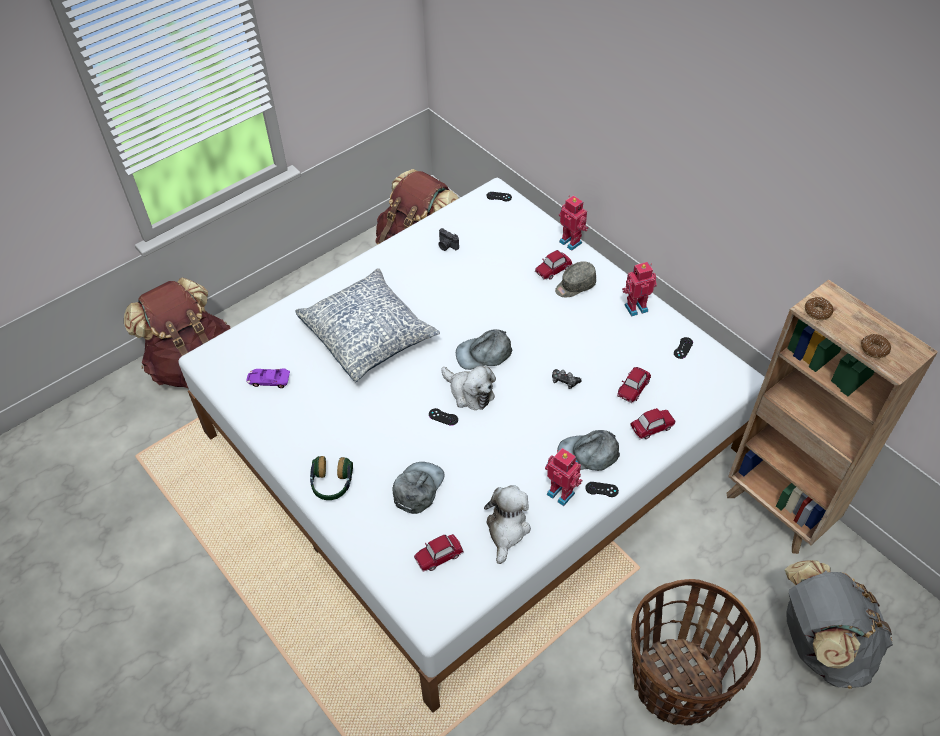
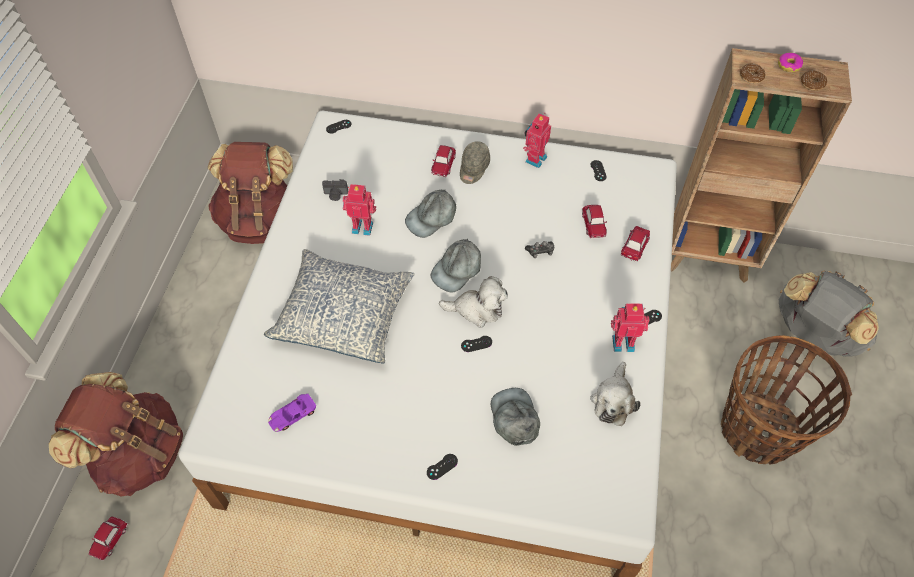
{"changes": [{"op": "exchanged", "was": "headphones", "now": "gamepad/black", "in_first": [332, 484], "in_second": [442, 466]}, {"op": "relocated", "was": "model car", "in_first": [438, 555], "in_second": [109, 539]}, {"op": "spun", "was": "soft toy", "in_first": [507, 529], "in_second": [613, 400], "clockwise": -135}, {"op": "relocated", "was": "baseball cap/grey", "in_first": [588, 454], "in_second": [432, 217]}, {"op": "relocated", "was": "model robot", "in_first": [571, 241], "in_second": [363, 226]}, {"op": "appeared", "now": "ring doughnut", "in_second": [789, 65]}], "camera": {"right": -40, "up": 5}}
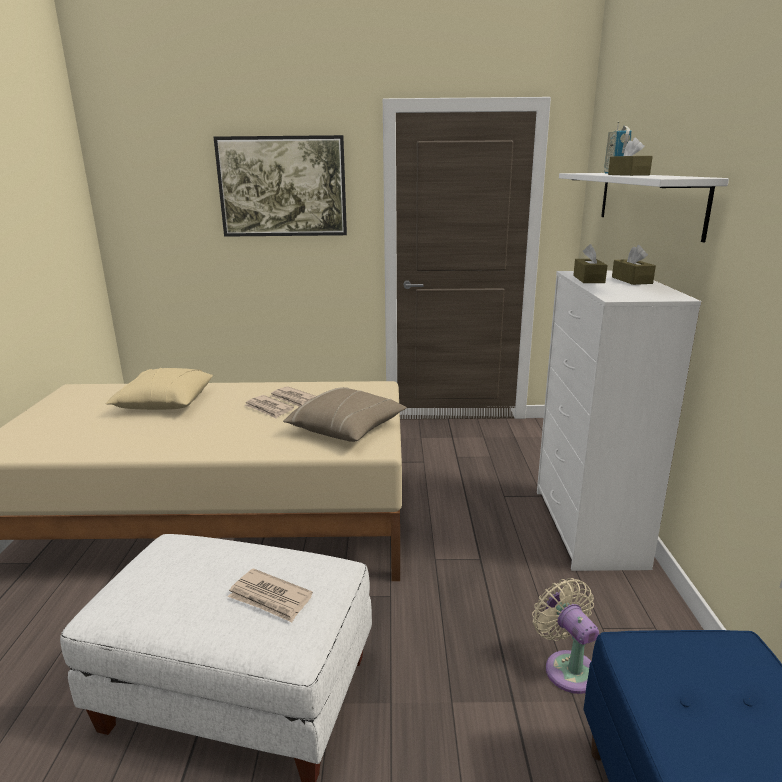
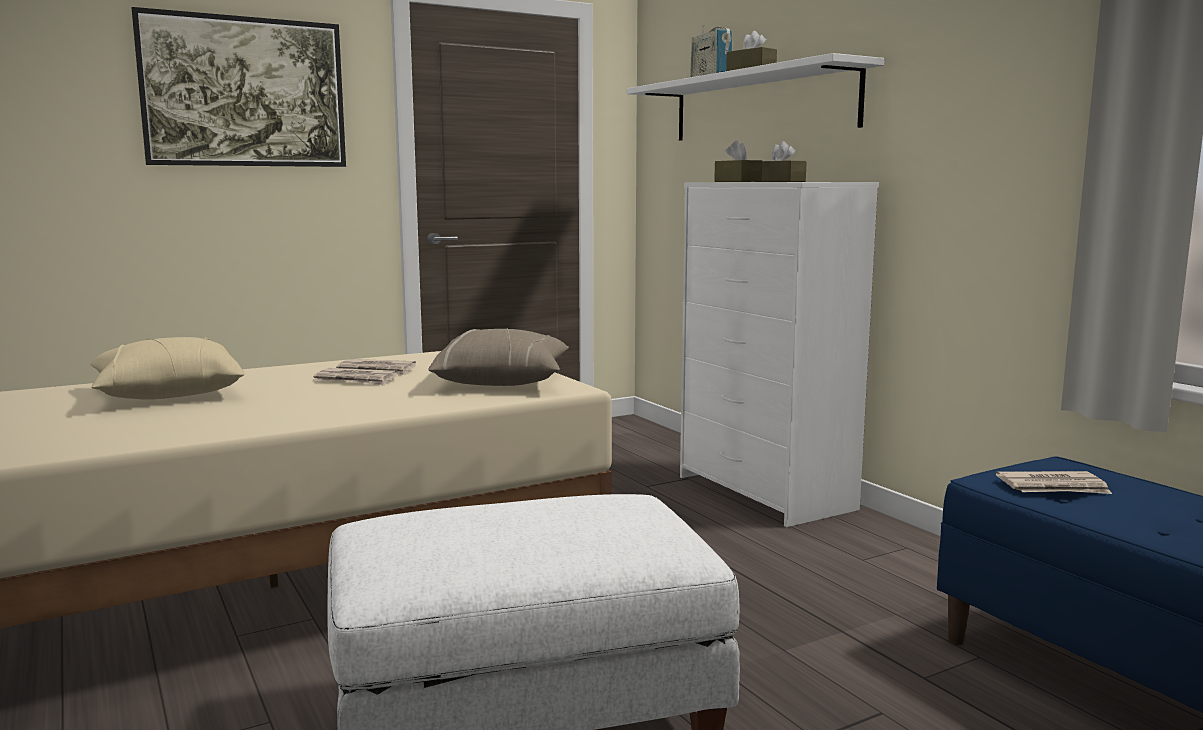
{"changes": [{"op": "relocated", "was": "daily paper", "in_first": [270, 598], "in_second": [1053, 487]}, {"op": "missing", "was": "cooling fan/beige-coloured", "in_first": [567, 667]}], "camera": {"right": -30, "up": -10}}
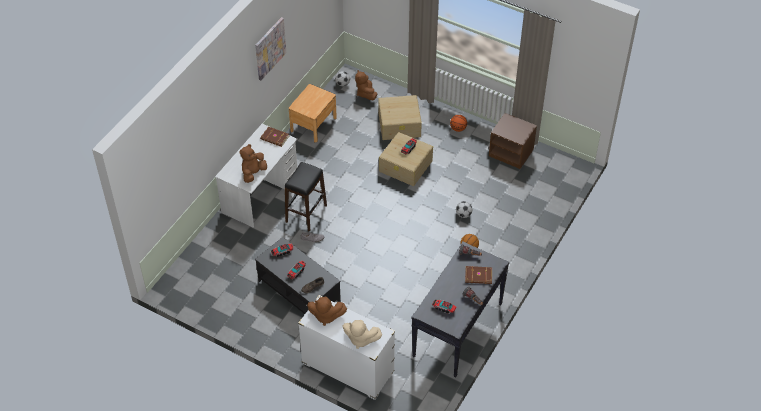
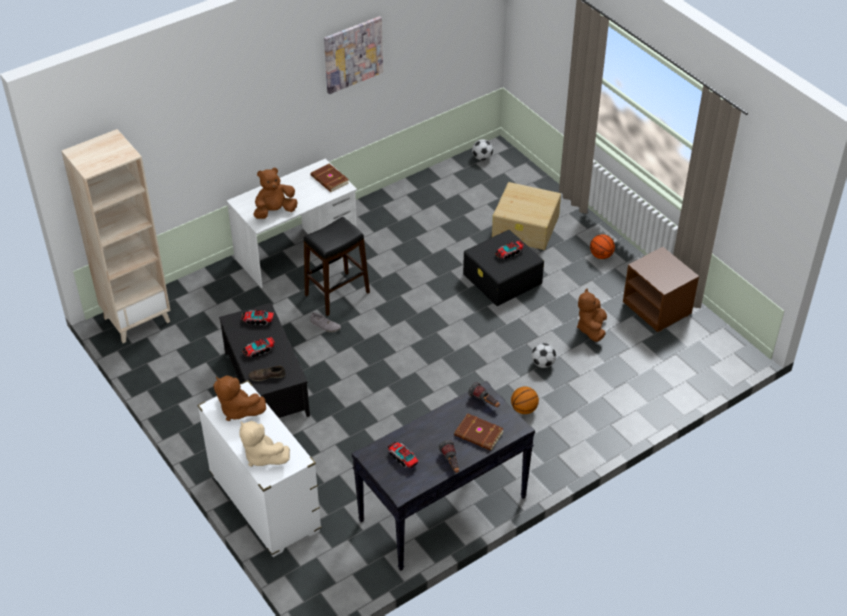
{"changes": [{"op": "missing", "was": "nightstand/brownish", "in_first": [313, 124]}, {"op": "relocated", "was": "soft toy/brownish", "in_first": [365, 93], "in_second": [591, 329]}, {"op": "colour", "was": "storage box/beige-coloured", "now": "storage box/black", "in_first": [406, 166], "in_second": [502, 278]}, {"op": "appeared", "now": "bookcase/beige-coloured", "in_second": [137, 319]}], "camera": {"right": 25, "up": -5}}
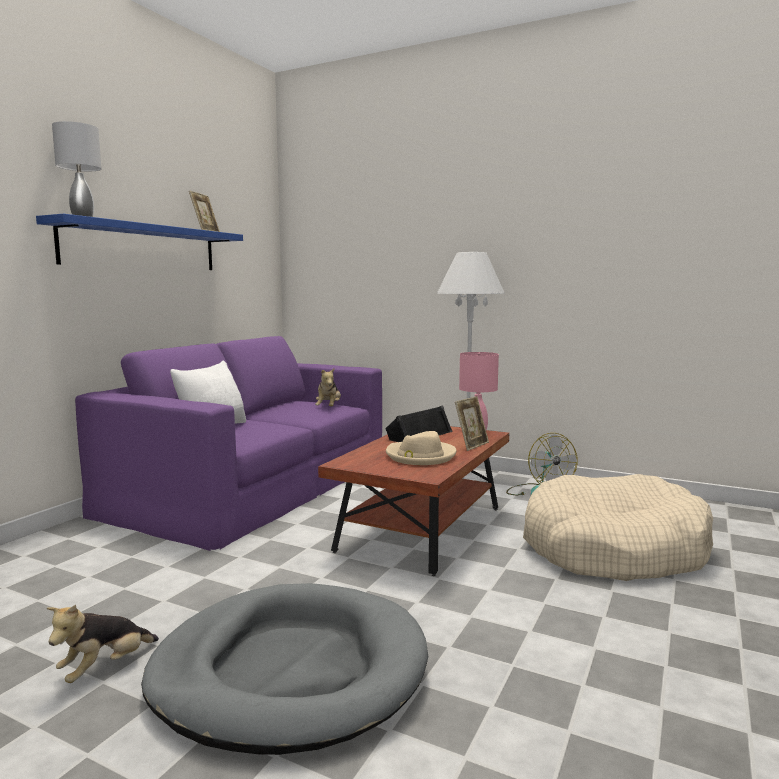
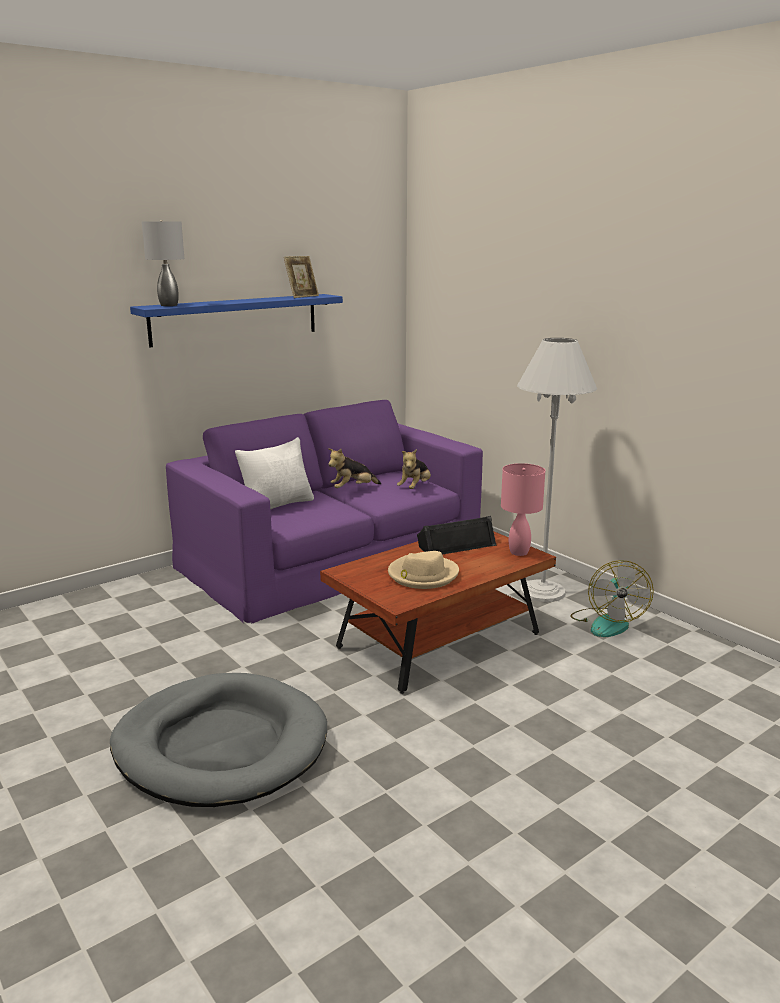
{"changes": [{"op": "relocated", "was": "soft toy", "in_first": [105, 668], "in_second": [353, 489]}, {"op": "missing", "was": "picture frame", "in_first": [471, 445]}, {"op": "missing", "was": "dog bed/beige-coloured", "in_first": [613, 549]}], "camera": {"right": 25, "up": 10}}
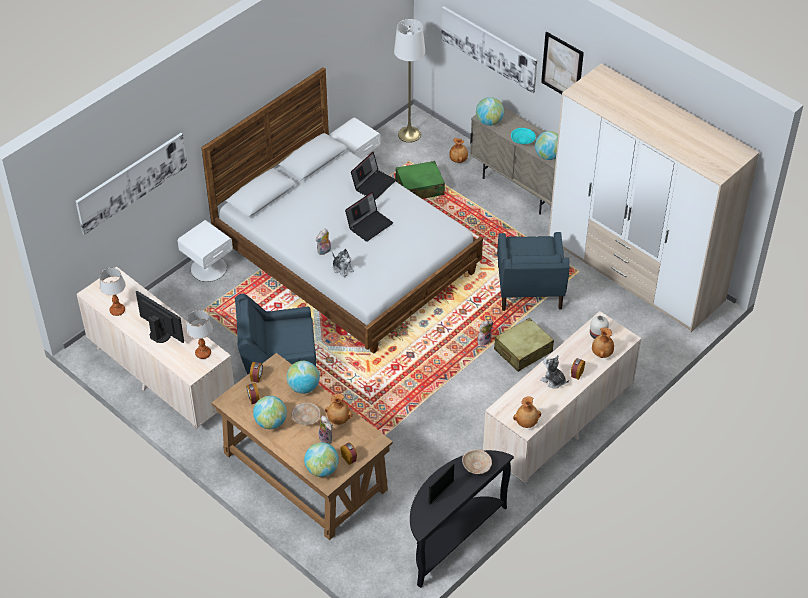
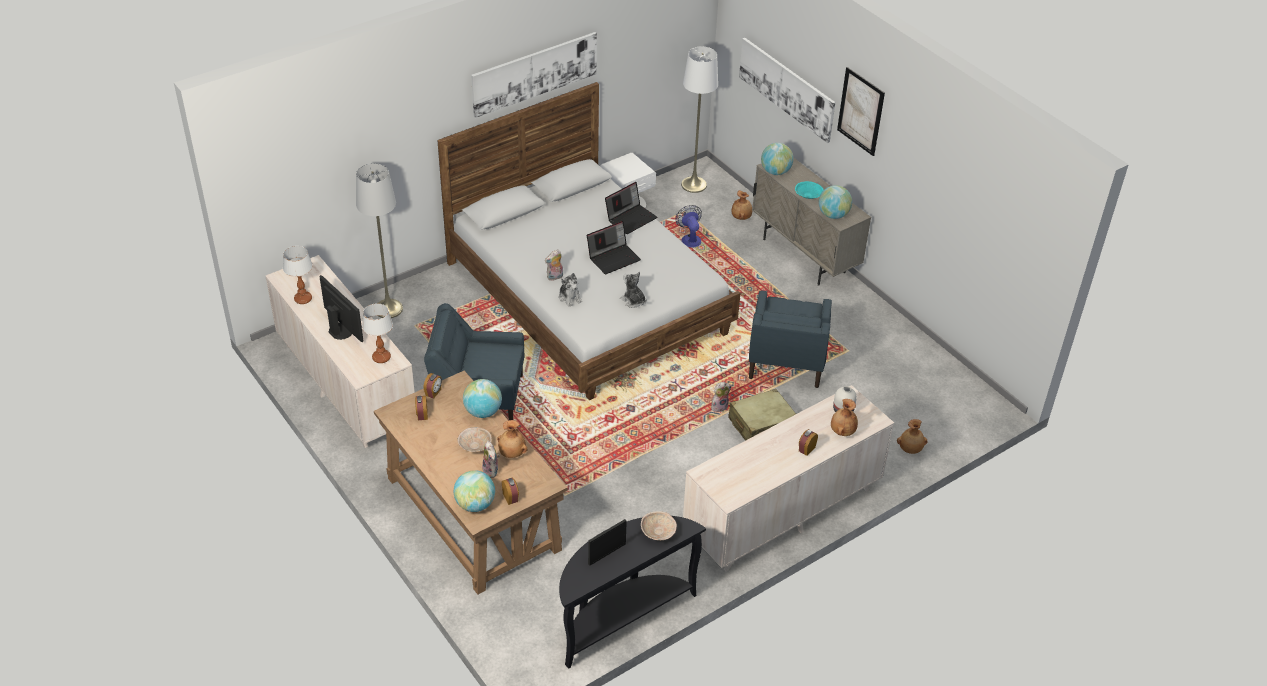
{"changes": [{"op": "relocated", "was": "picture", "in_first": [132, 182], "in_second": [534, 73]}, {"op": "missing", "was": "nightstand/whitish", "in_first": [208, 268]}, {"op": "missing", "was": "desk globe", "in_first": [270, 422]}, {"op": "exchanged", "was": "travel case/greenish", "now": "cooling fan", "in_first": [419, 187], "in_second": [690, 238]}, {"op": "relocated", "was": "vase/brownish", "in_first": [526, 422], "in_second": [910, 449]}, {"op": "relocated", "was": "soft toy", "in_first": [553, 381], "in_second": [633, 301]}, {"op": "missing", "was": "wardrobe", "in_first": [635, 271]}, {"op": "appeared", "now": "standard lamp/grey", "in_second": [388, 309]}], "camera": {"right": 10, "up": -5}}
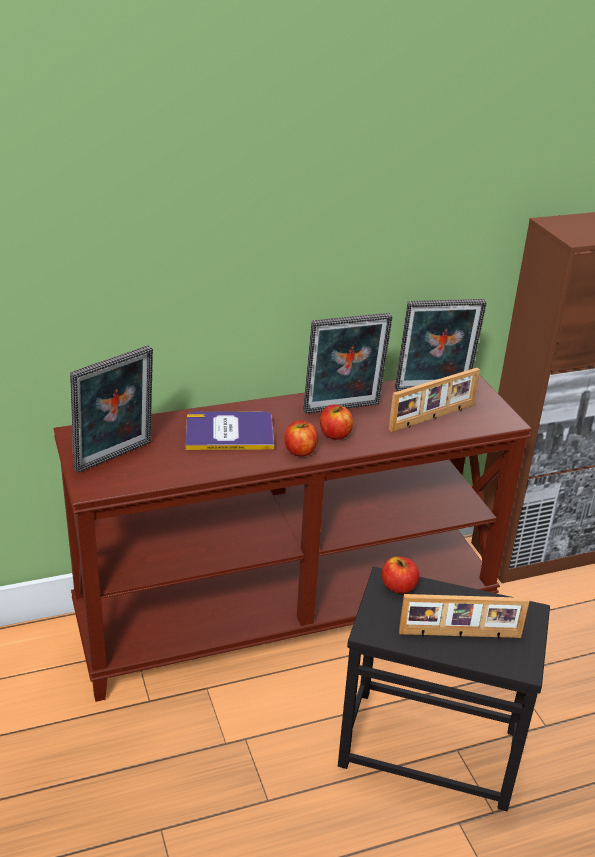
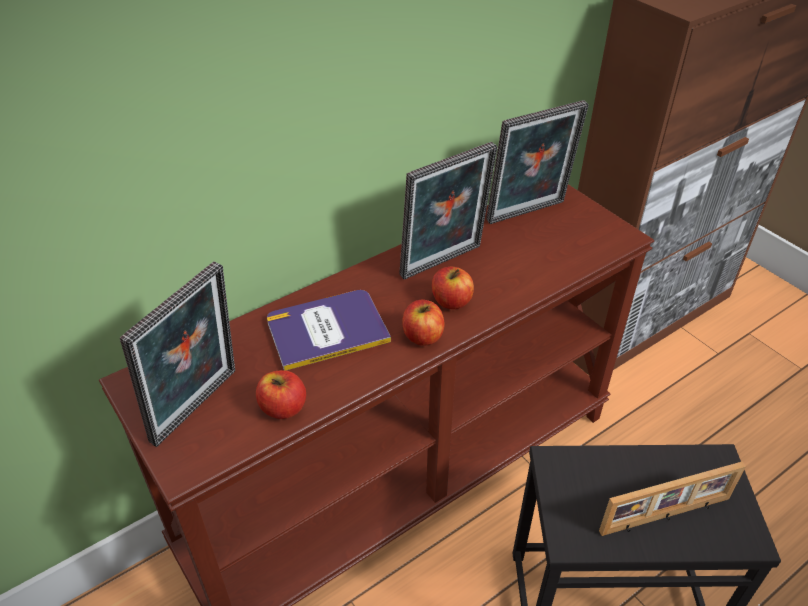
{"changes": [{"op": "relocated", "was": "apple fruit", "in_first": [398, 587], "in_second": [283, 408]}, {"op": "missing", "was": "picture frame", "in_first": [433, 418]}], "camera": {"right": -15, "up": 10}}
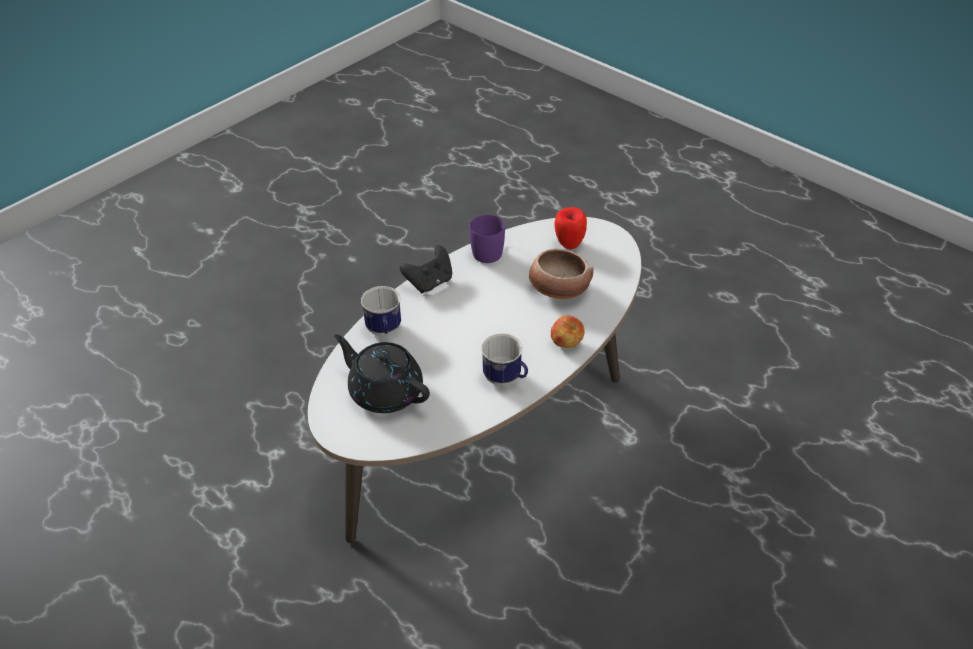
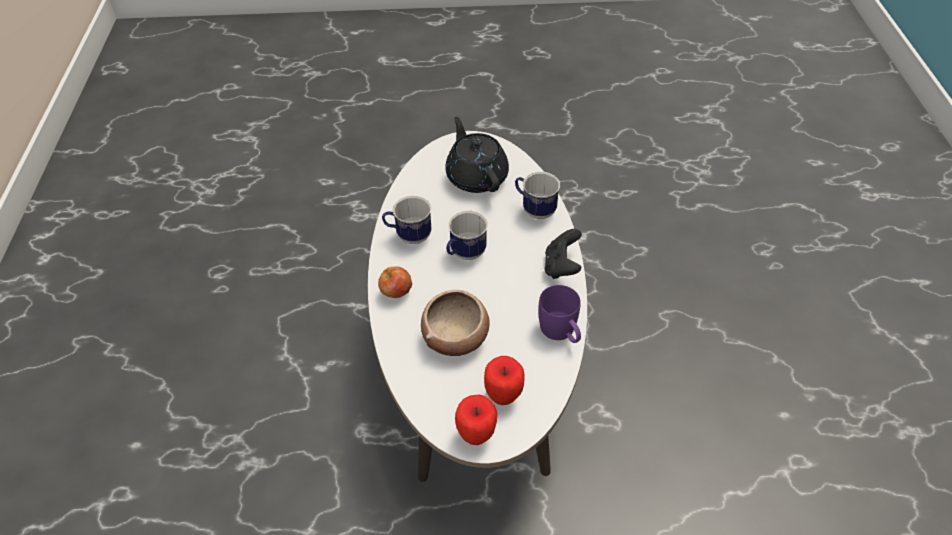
{"changes": [{"op": "spun", "was": "teapot/black", "in_first": [385, 392], "in_second": [476, 176], "clockwise": -105}, {"op": "appeared", "now": "coffee mug", "in_second": [464, 254]}, {"op": "appeared", "now": "apple fruit", "in_second": [476, 435]}], "camera": {"right": 135, "up": 5}}
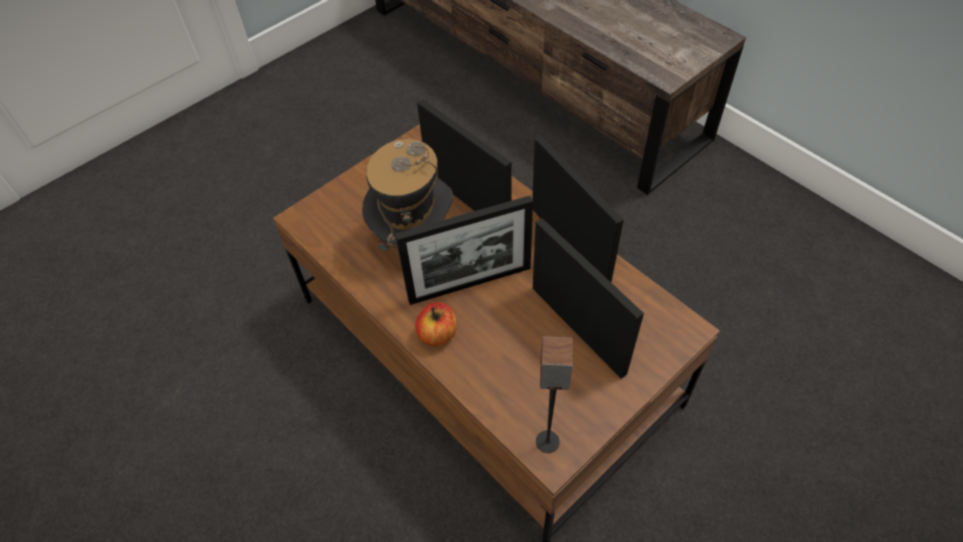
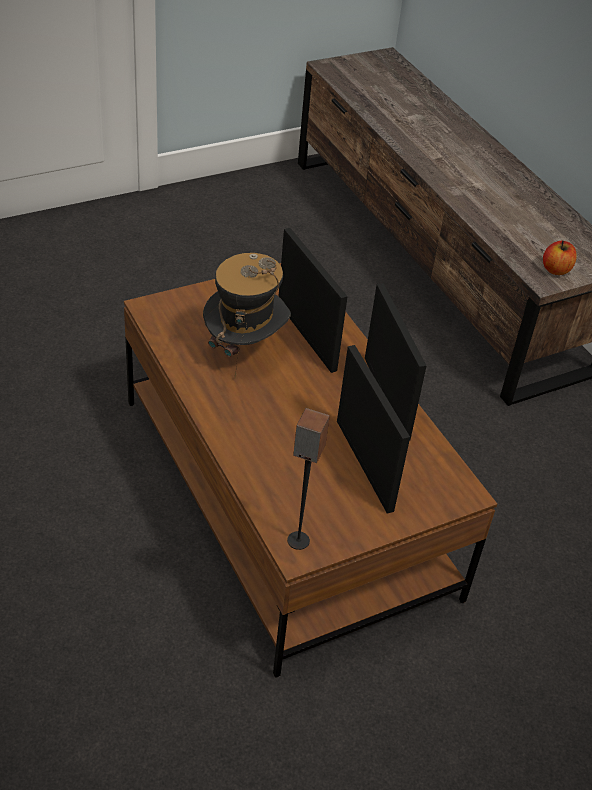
{"changes": [{"op": "missing", "was": "picture frame", "in_first": [469, 283]}, {"op": "relocated", "was": "apple fruit", "in_first": [438, 334], "in_second": [556, 269]}], "camera": {"right": 10, "up": -10}}
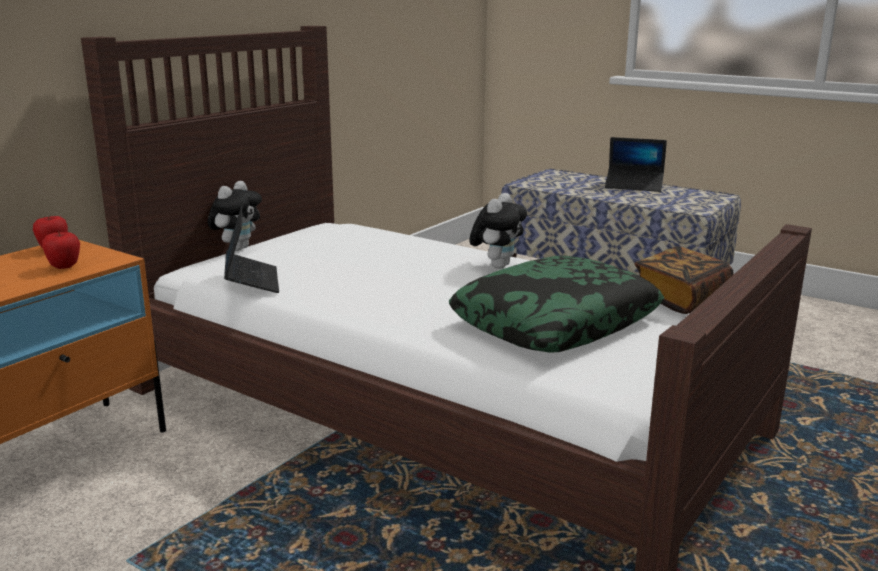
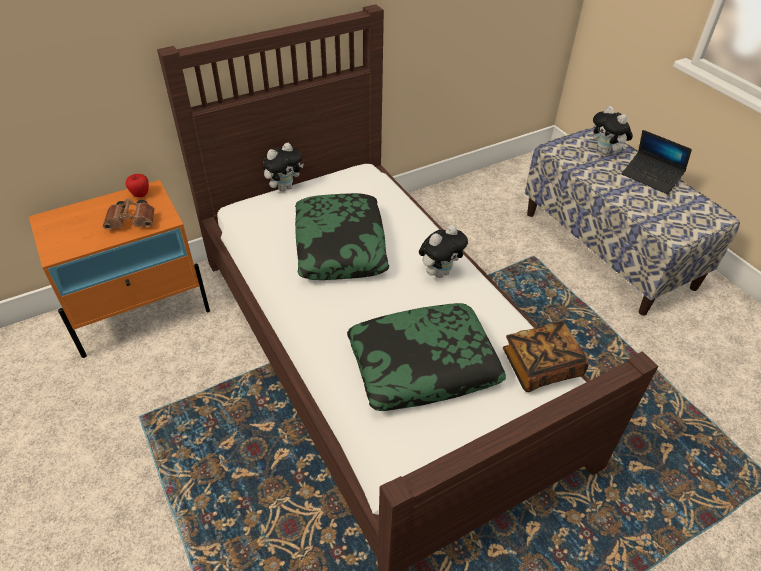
{"changes": [{"op": "exchanged", "was": "apple fruit", "now": "field glasses/brownish", "in_first": [64, 267], "in_second": [133, 222]}, {"op": "missing", "was": "notebook computer", "in_first": [252, 281]}, {"op": "appeared", "now": "pillow", "in_second": [340, 246]}, {"op": "appeared", "now": "soft toy", "in_second": [606, 152]}], "camera": {"right": 25, "up": 25}}
